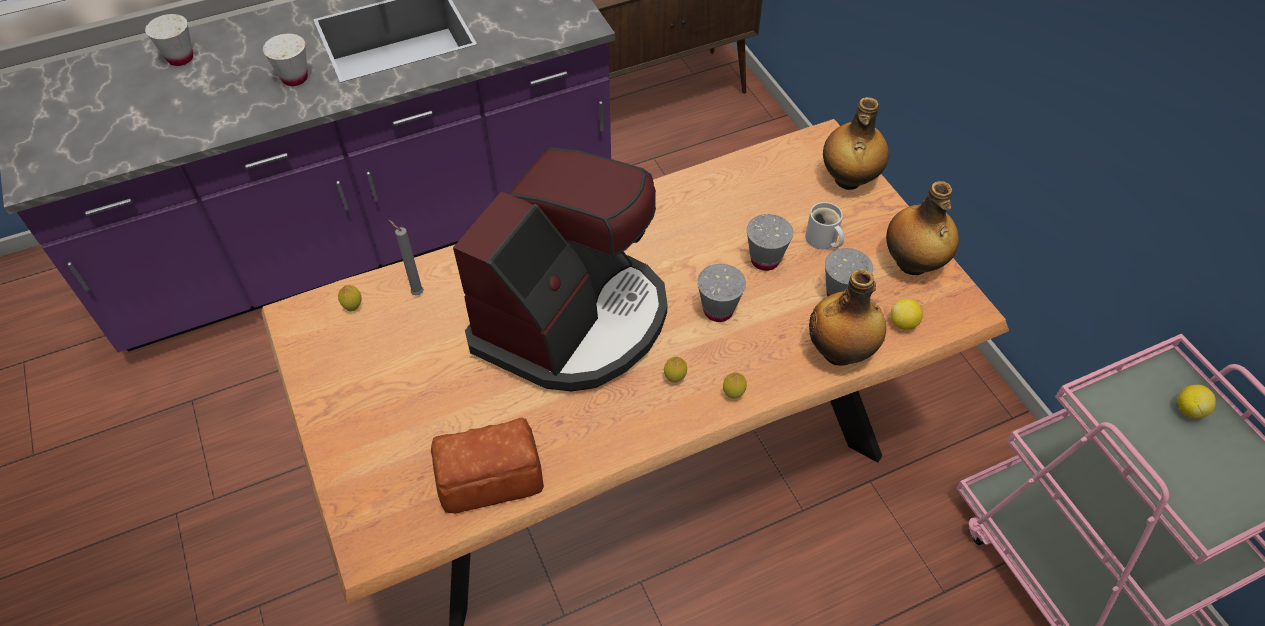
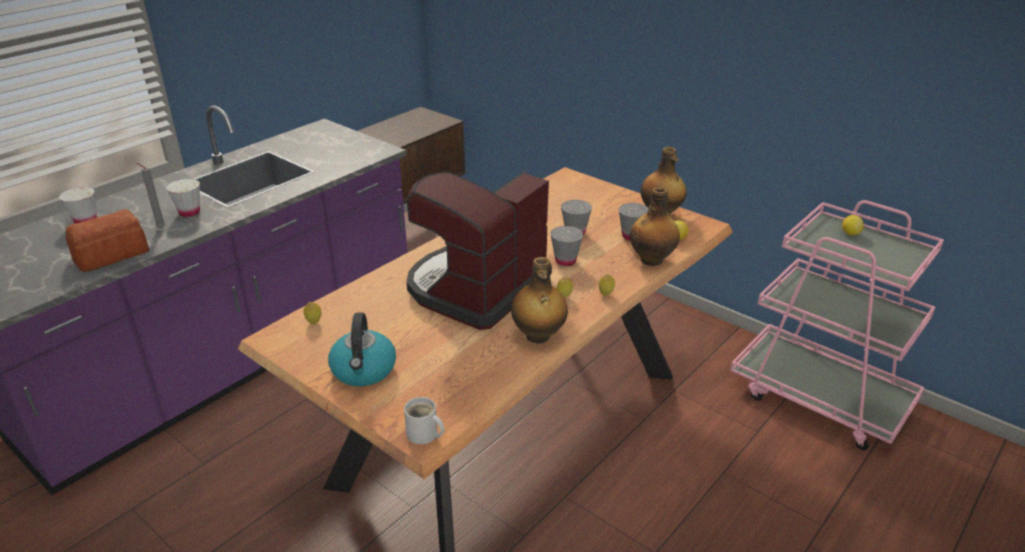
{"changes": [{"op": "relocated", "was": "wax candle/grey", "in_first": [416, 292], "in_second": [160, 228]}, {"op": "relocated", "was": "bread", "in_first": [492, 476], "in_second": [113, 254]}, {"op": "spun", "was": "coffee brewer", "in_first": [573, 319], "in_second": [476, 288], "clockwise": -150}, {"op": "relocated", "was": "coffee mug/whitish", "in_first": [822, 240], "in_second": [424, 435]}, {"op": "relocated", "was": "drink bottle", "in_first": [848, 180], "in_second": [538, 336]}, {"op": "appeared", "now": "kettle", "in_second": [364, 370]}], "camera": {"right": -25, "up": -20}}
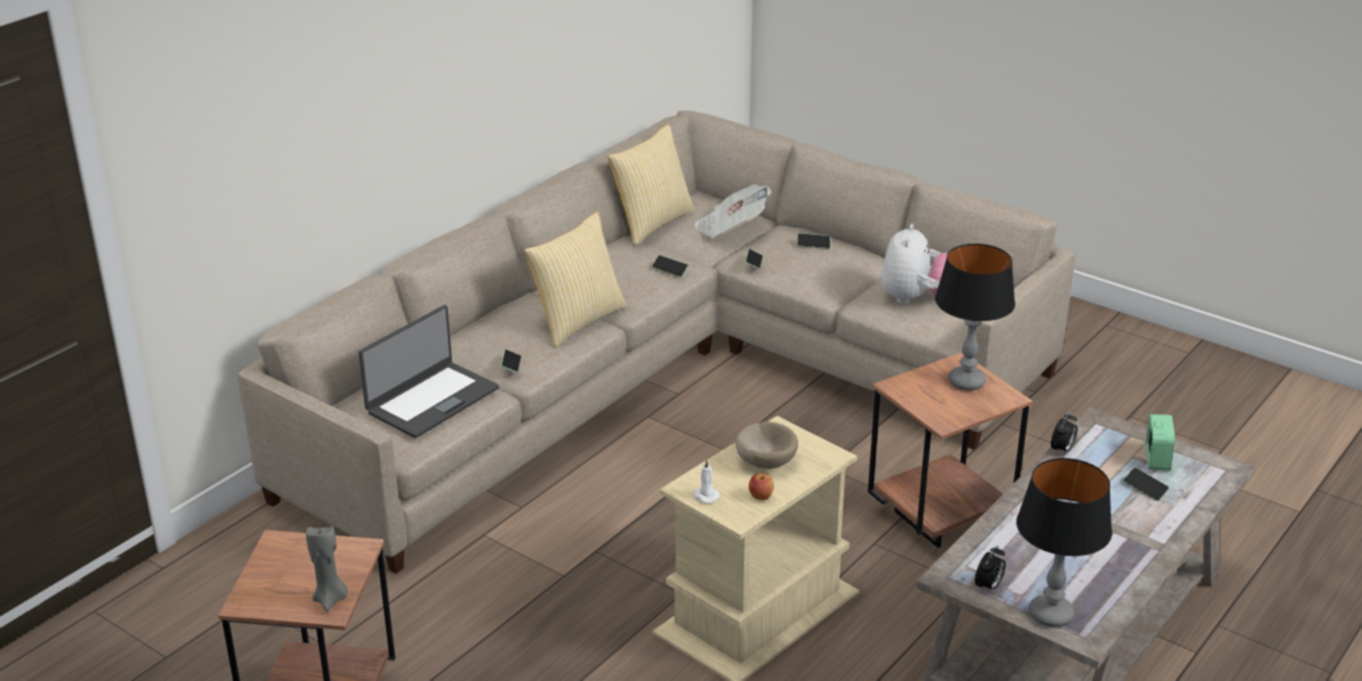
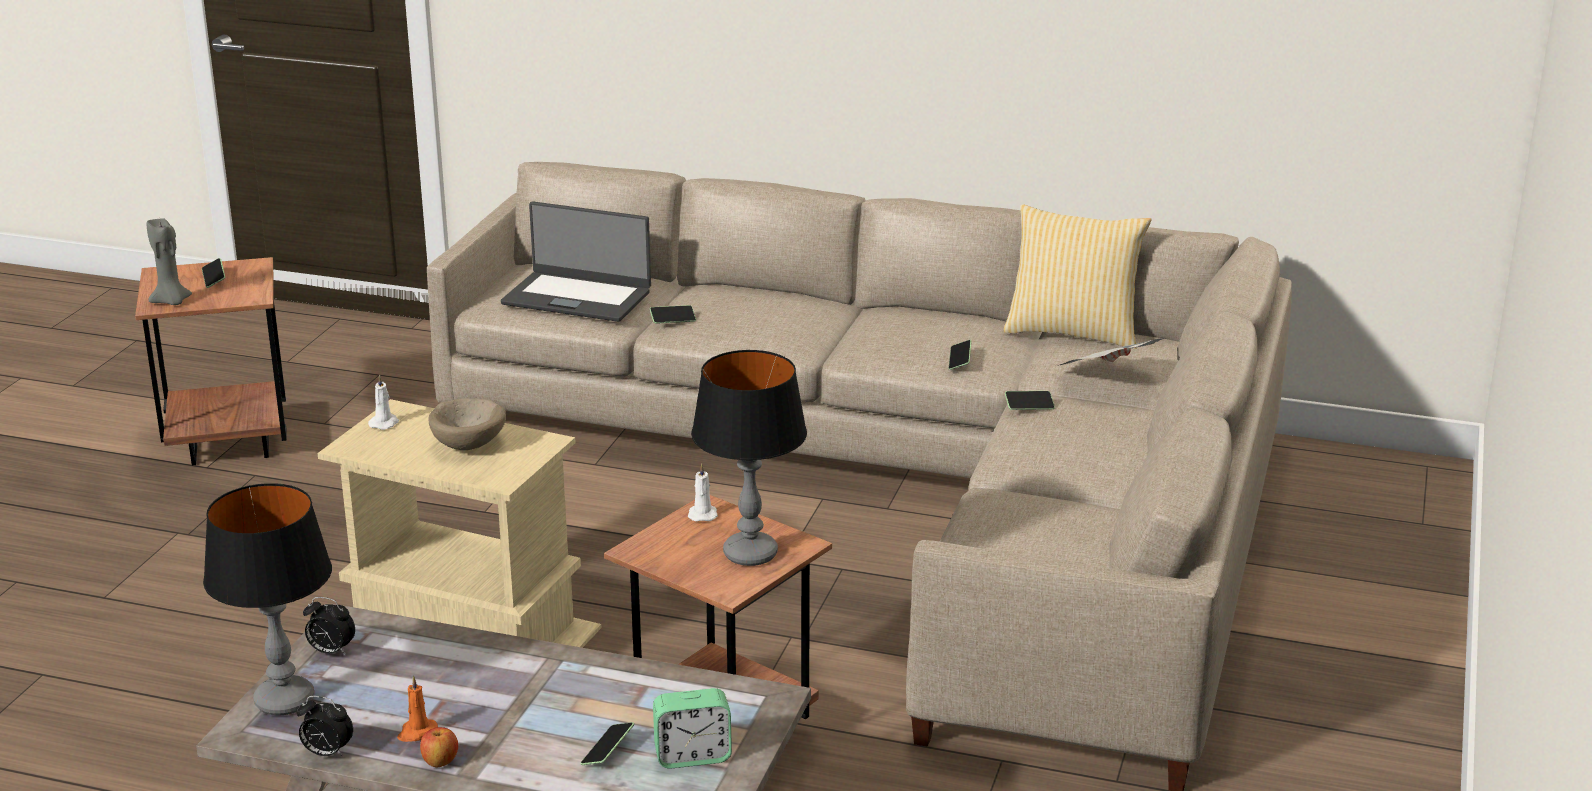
{"changes": [{"op": "missing", "was": "pillow", "in_first": [577, 321]}, {"op": "relocated", "was": "apple fruit", "in_first": [760, 497], "in_second": [440, 762]}, {"op": "relocated", "was": "handset", "in_first": [813, 245], "in_second": [214, 279]}, {"op": "missing", "was": "soft toy", "in_first": [915, 299]}, {"op": "relocated", "was": "alarm clock", "in_first": [1062, 450], "in_second": [327, 753]}, {"op": "appeared", "now": "wax candle/orange-coloured", "in_second": [417, 732]}, {"op": "appeared", "now": "wax candle/whitish", "in_second": [702, 514]}], "camera": {"right": 70, "up": -5}}
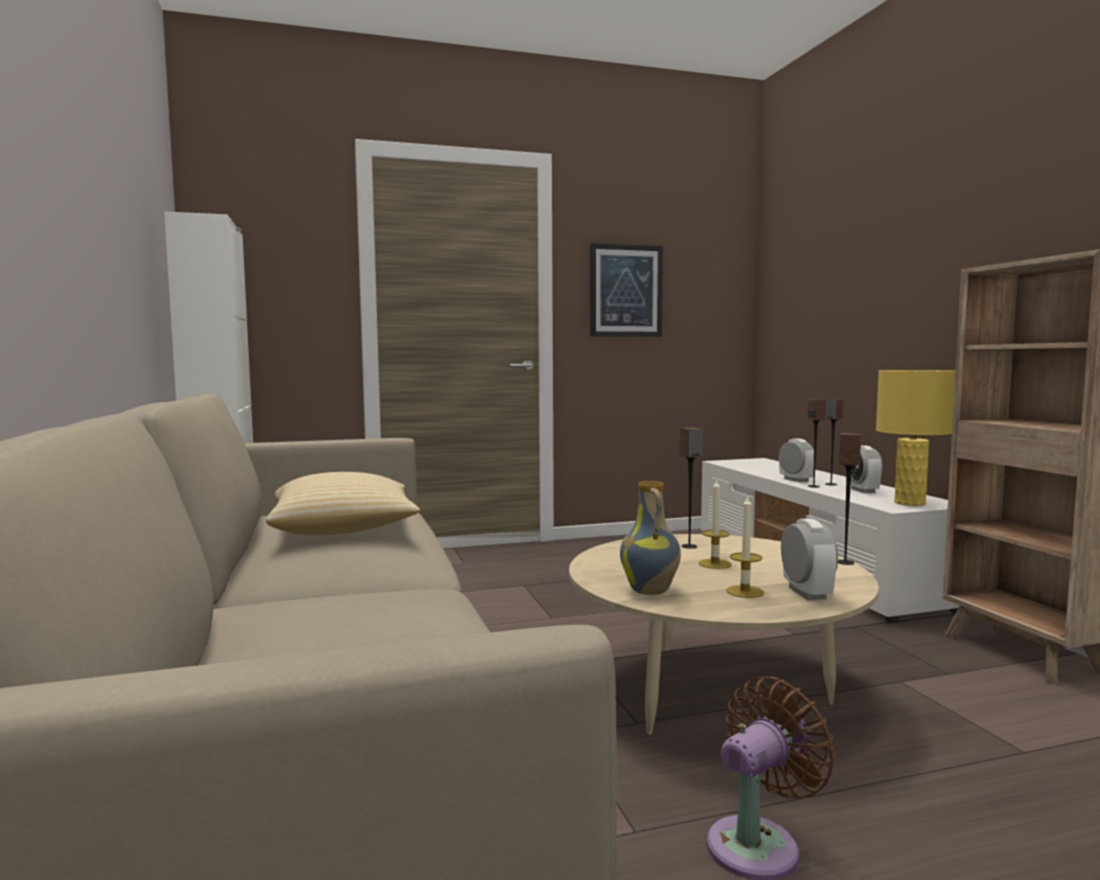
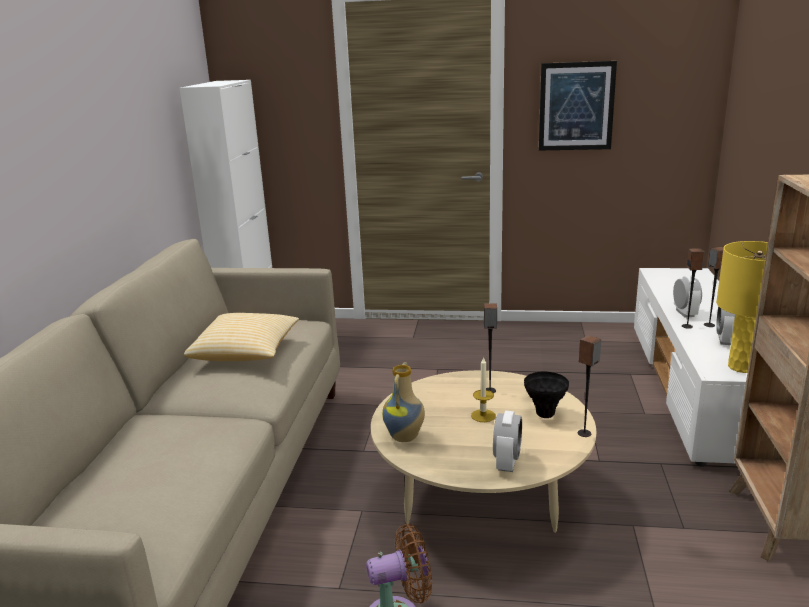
{"changes": [{"op": "missing", "was": "wax candle", "in_first": [745, 592]}, {"op": "appeared", "now": "vase/black", "in_second": [545, 414]}], "camera": {"right": 25, "up": 15}}
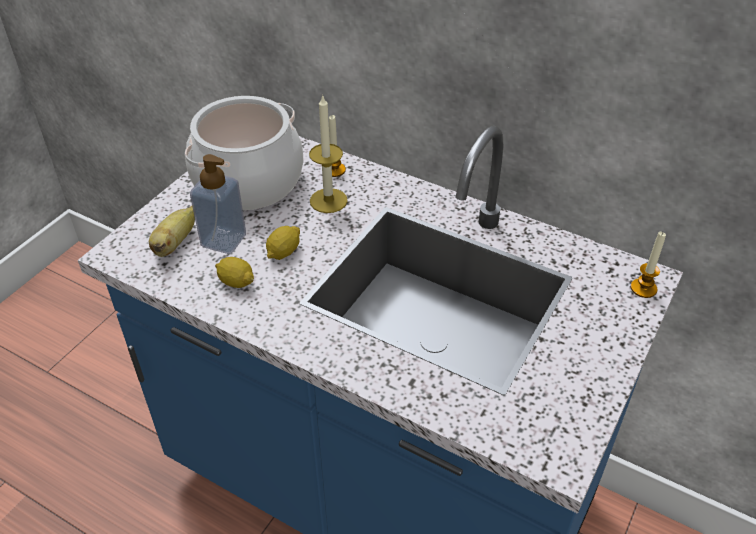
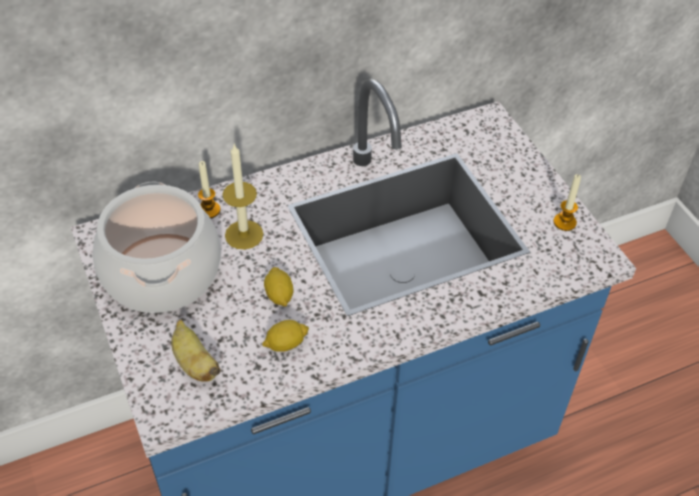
{"changes": [{"op": "missing", "was": "soap bottle", "in_first": [223, 240]}, {"op": "relocated", "was": "wax candle", "in_first": [643, 288], "in_second": [564, 222]}], "camera": {"right": -55, "up": 5}}
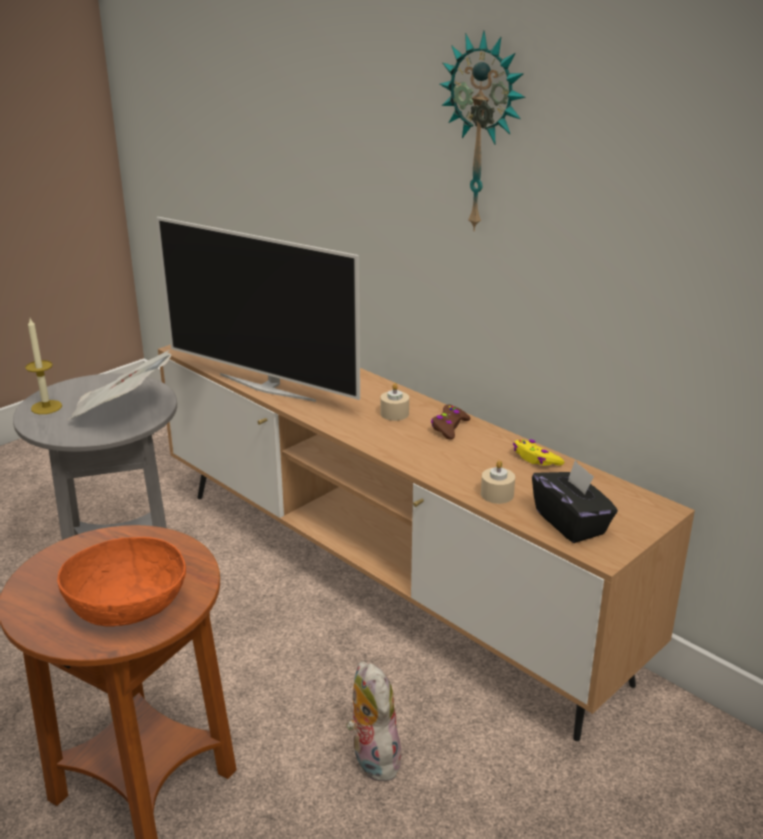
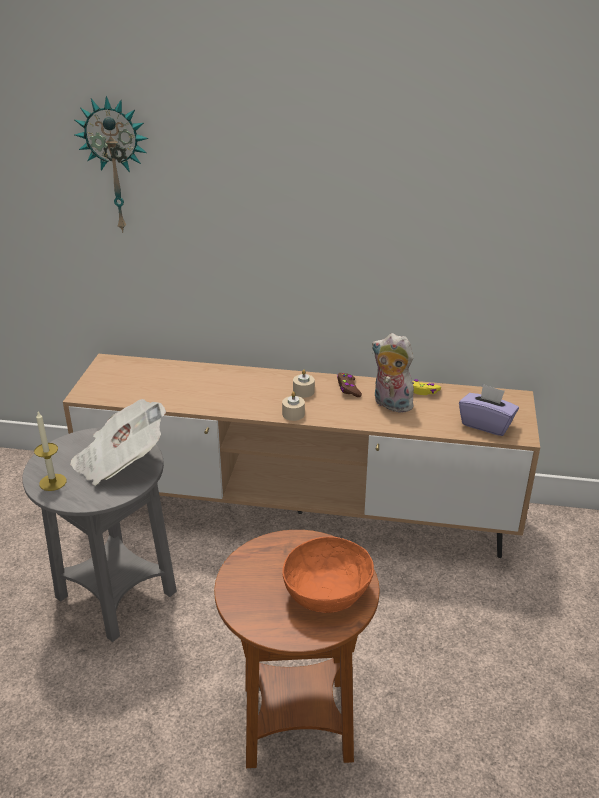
{"changes": [{"op": "missing", "was": "television", "in_first": [268, 387]}, {"op": "relocated", "was": "soft toy", "in_first": [372, 758], "in_second": [390, 404]}, {"op": "relocated", "was": "clock on the wall", "in_first": [484, 134], "in_second": [116, 165]}, {"op": "relocated", "was": "wax candle/beige-coloured", "in_first": [497, 494], "in_second": [293, 414]}, {"op": "colour", "was": "box of tissues/black", "now": "box of tissues/purplish", "in_first": [571, 523], "in_second": [486, 424]}], "camera": {"right": -35, "up": 5}}
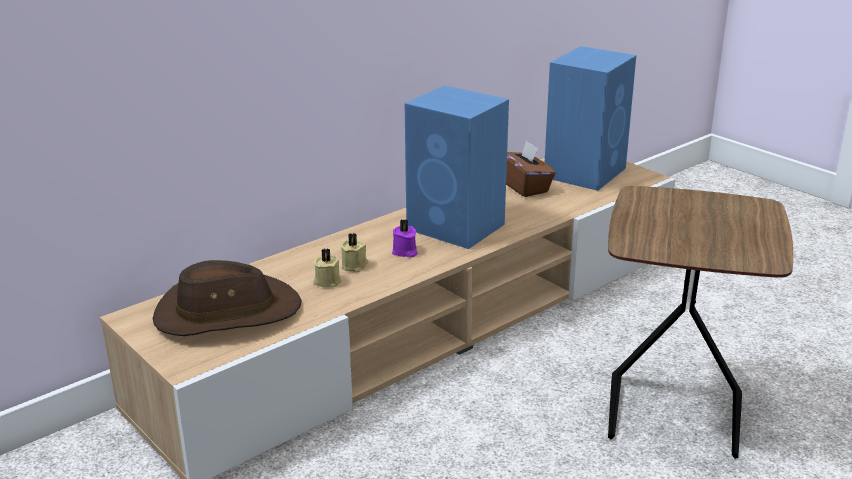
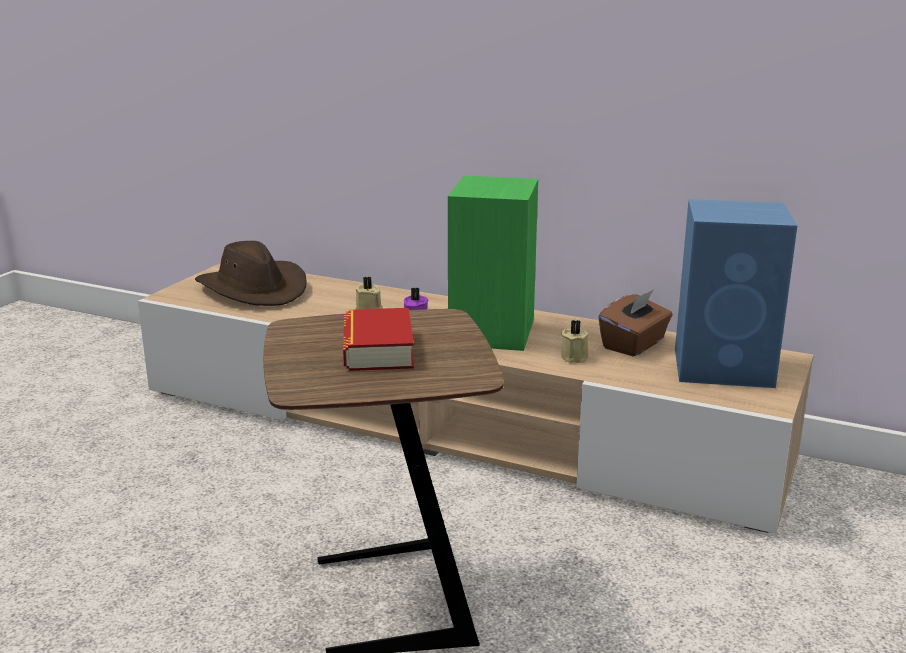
{"changes": [{"op": "relocated", "was": "wax candle/beige-coloured", "in_first": [327, 281], "in_second": [575, 357]}, {"op": "colour", "was": "loudspeaker/blue-coloured", "now": "loudspeaker/greenish", "in_first": [457, 227], "in_second": [491, 333]}, {"op": "appeared", "now": "volume", "in_second": [378, 350]}], "camera": {"right": 65, "up": -5}}
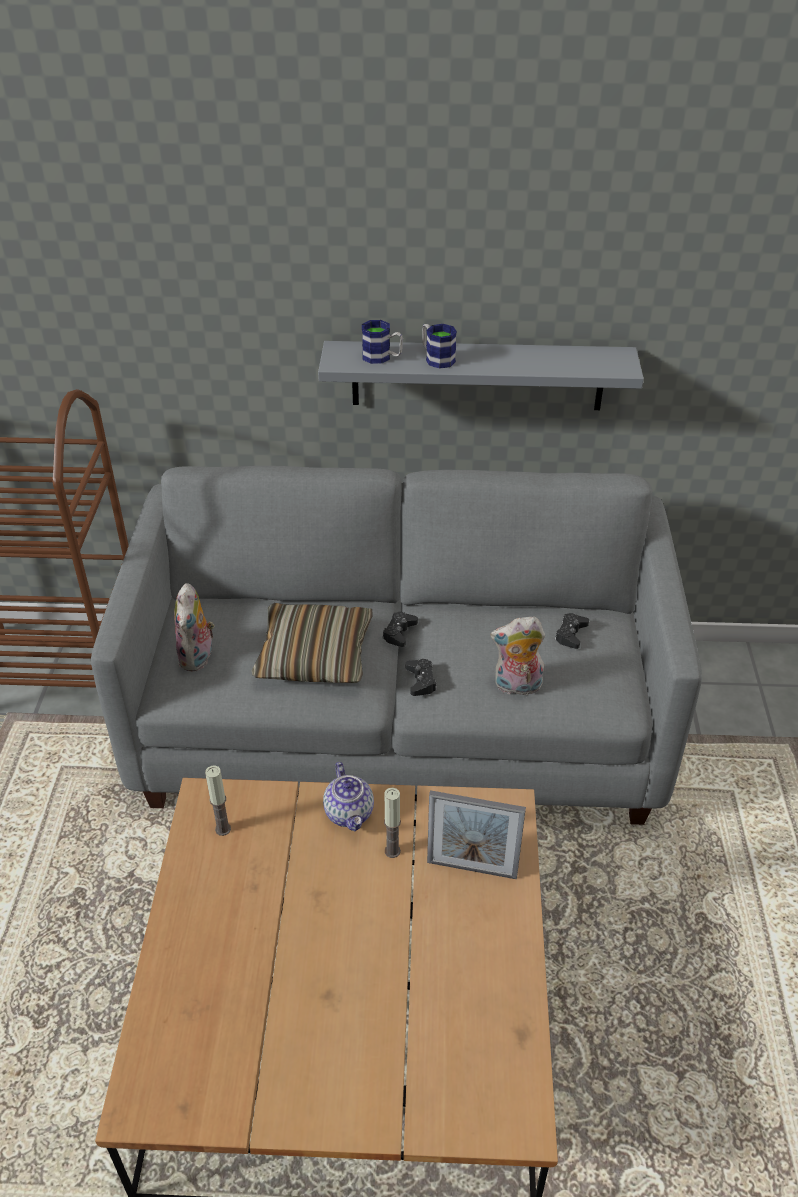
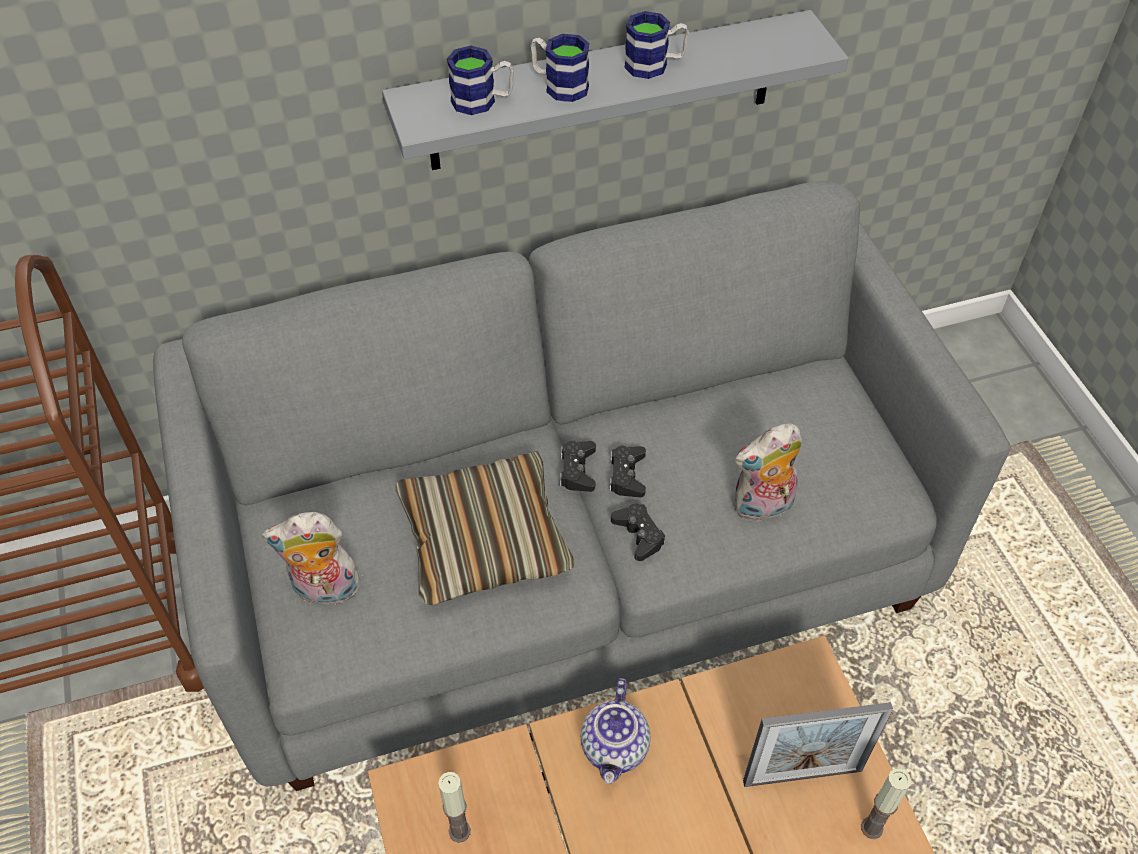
{"changes": [{"op": "spun", "was": "soft toy", "in_first": [198, 657], "in_second": [324, 591], "clockwise": 105}, {"op": "spun", "was": "teapot", "in_first": [350, 813], "in_second": [615, 748], "clockwise": 45}, {"op": "relocated", "was": "wax candle", "in_first": [392, 851], "in_second": [872, 828]}, {"op": "relocated", "was": "gamepad/black", "in_first": [570, 634], "in_second": [627, 475]}, {"op": "appeared", "now": "coffee mug", "in_second": [655, 65]}], "camera": {"right": -20, "up": 10}}
